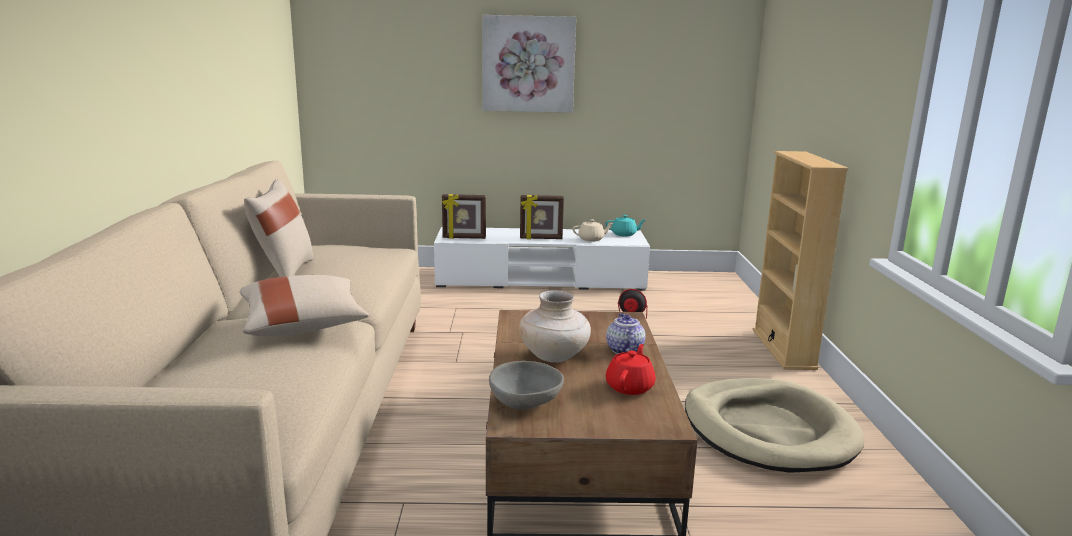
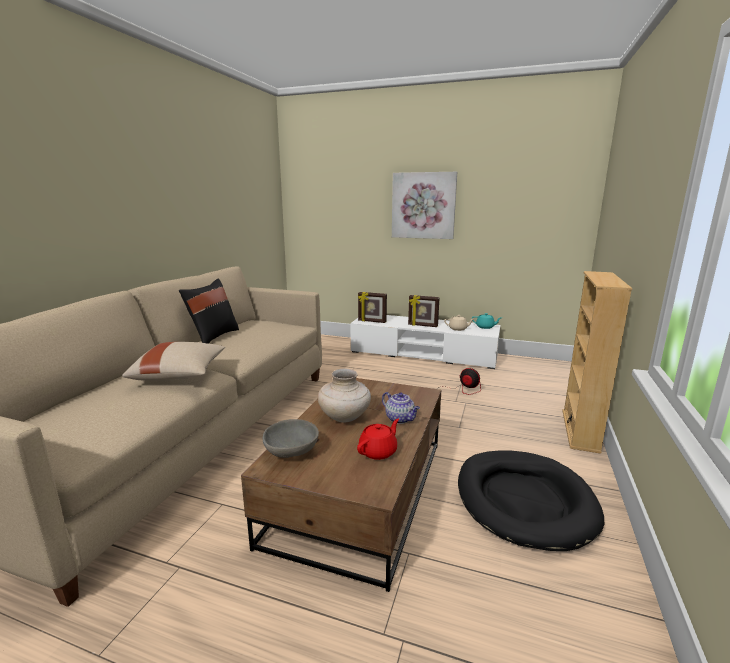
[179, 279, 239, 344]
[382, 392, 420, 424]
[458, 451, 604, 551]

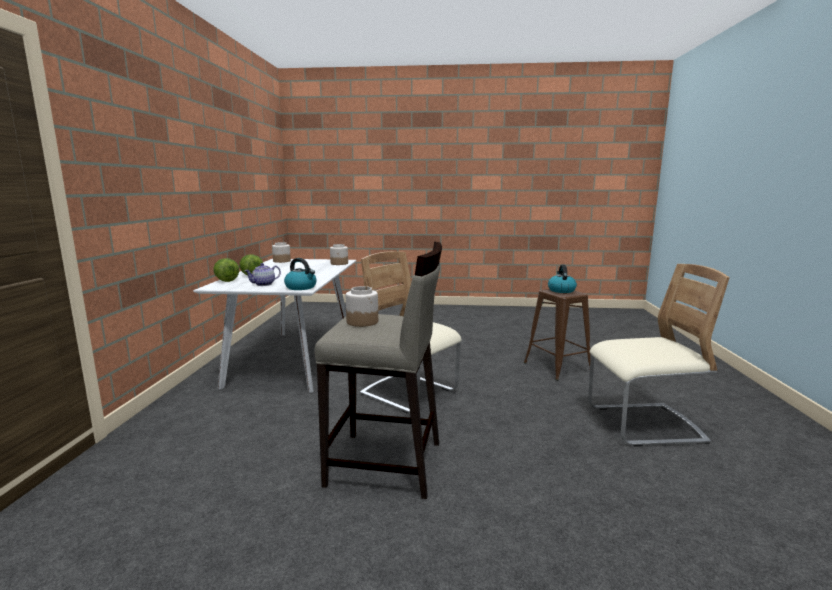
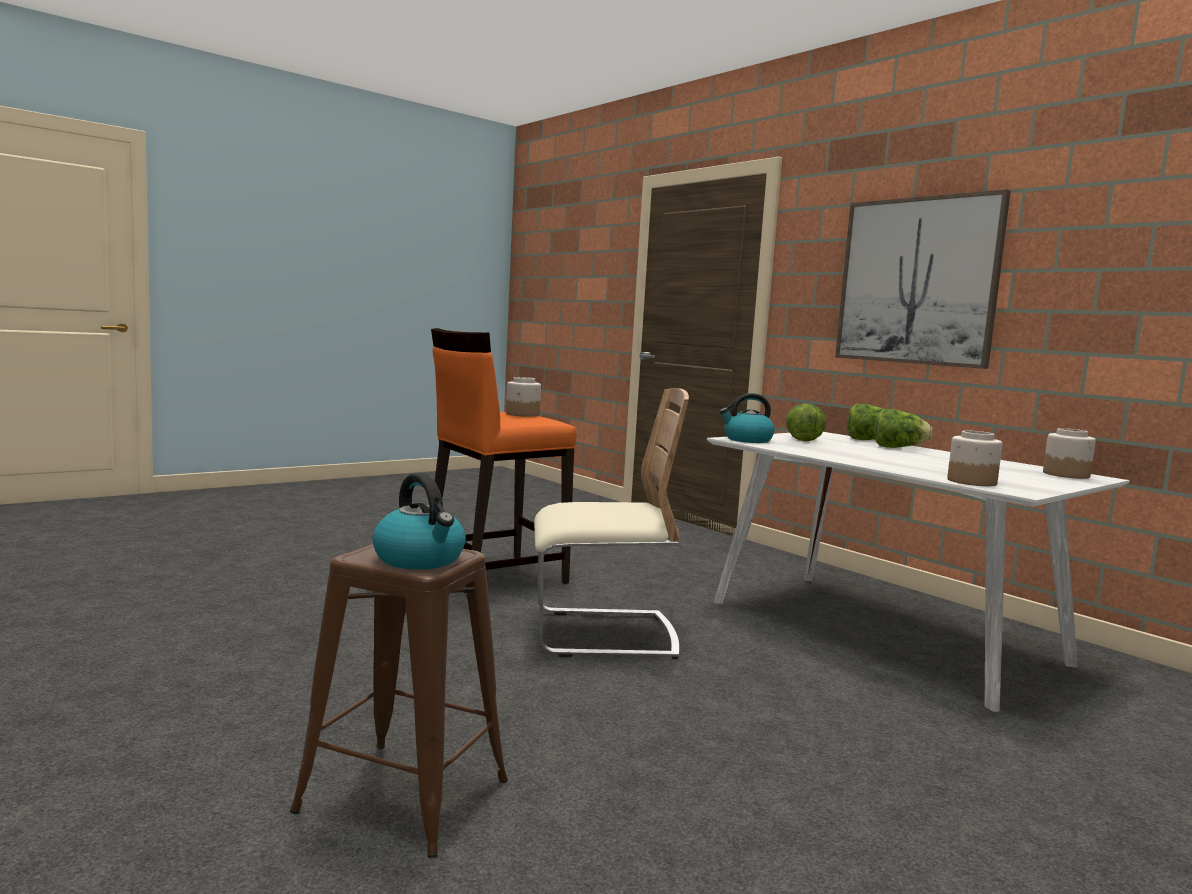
[431, 328, 577, 584]
[786, 403, 826, 442]
[588, 264, 730, 447] (first image)
[835, 189, 1011, 369]

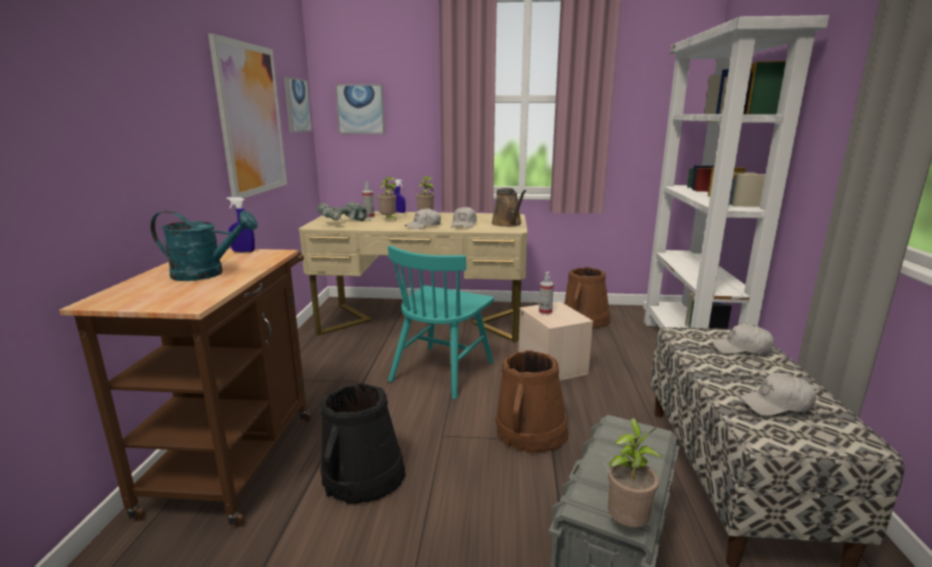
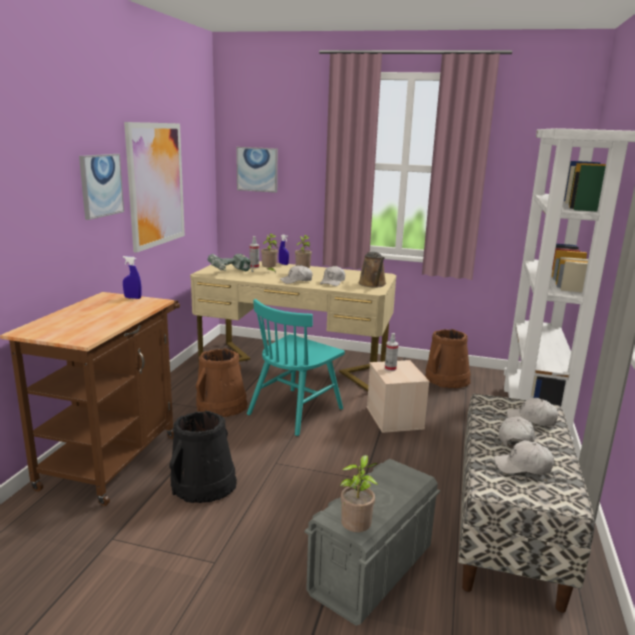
[79, 154, 124, 220]
[150, 211, 258, 281] (first image)
[196, 349, 247, 417]
[499, 417, 535, 448]

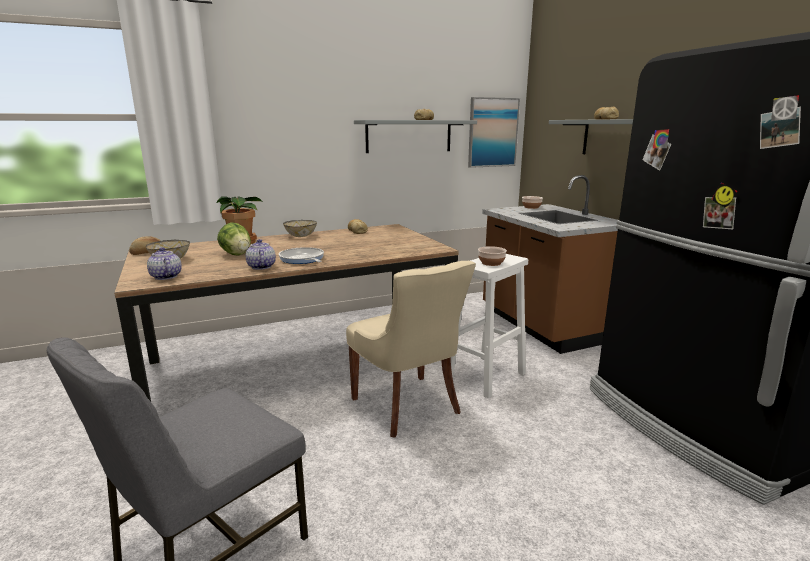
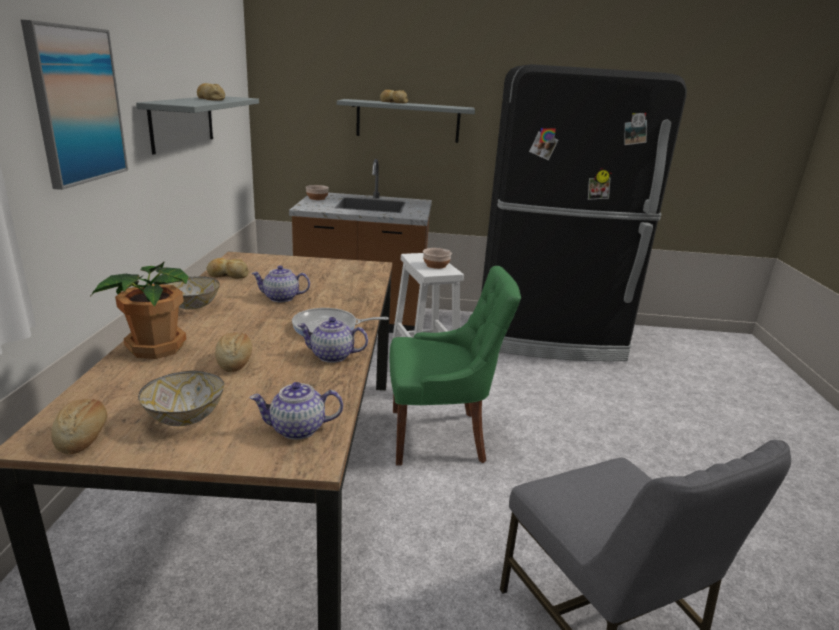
[21, 20, 128, 190]
[215, 332, 252, 372]
[389, 266, 521, 465]
[251, 265, 310, 302]

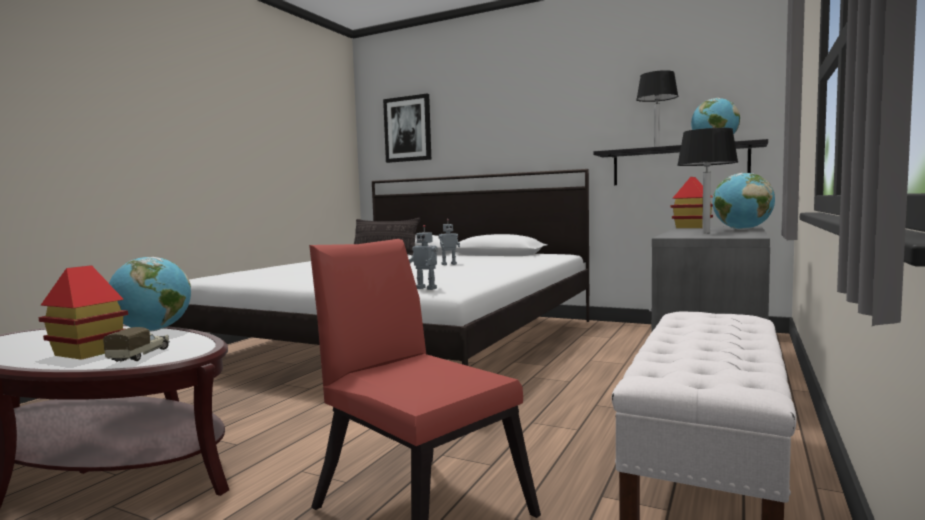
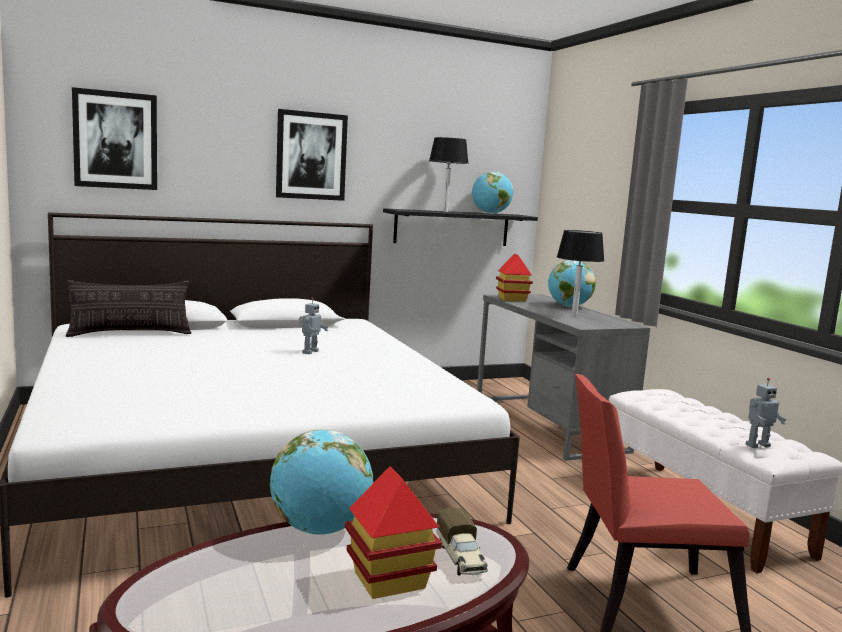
[746, 378, 787, 448]
[437, 508, 488, 576]
[276, 109, 348, 201]

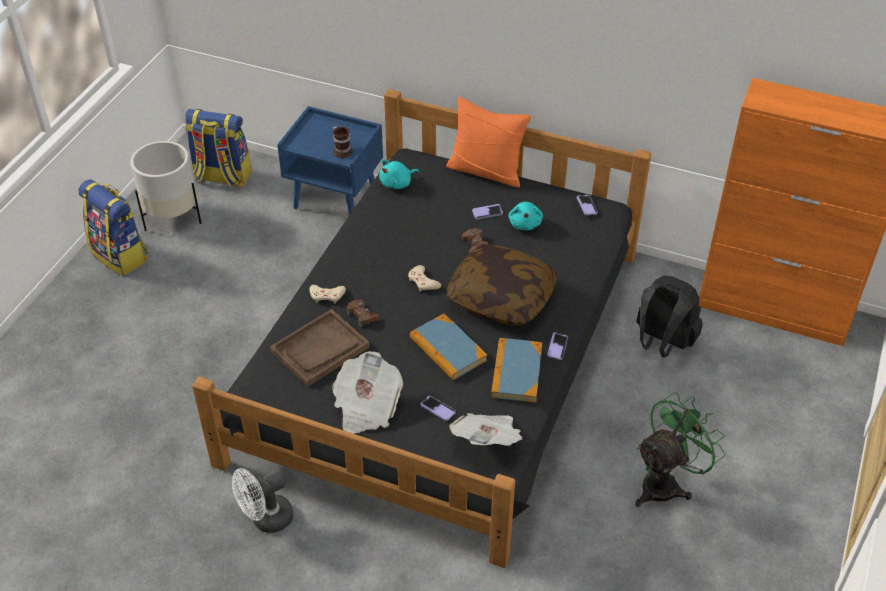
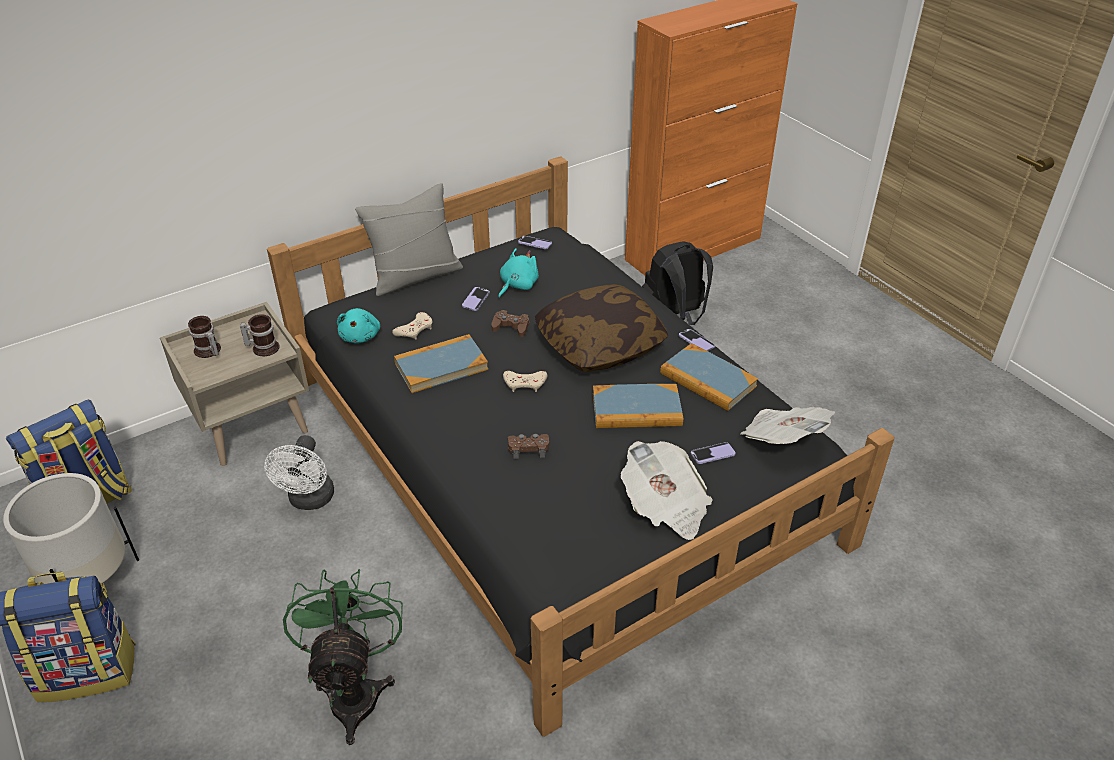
[355, 183, 463, 296]
[160, 302, 309, 466]
[498, 248, 539, 298]
[392, 312, 433, 339]
[270, 309, 370, 387] (first image)
[283, 569, 403, 745]
[264, 435, 334, 510]
[188, 316, 221, 358]
[394, 334, 488, 393]

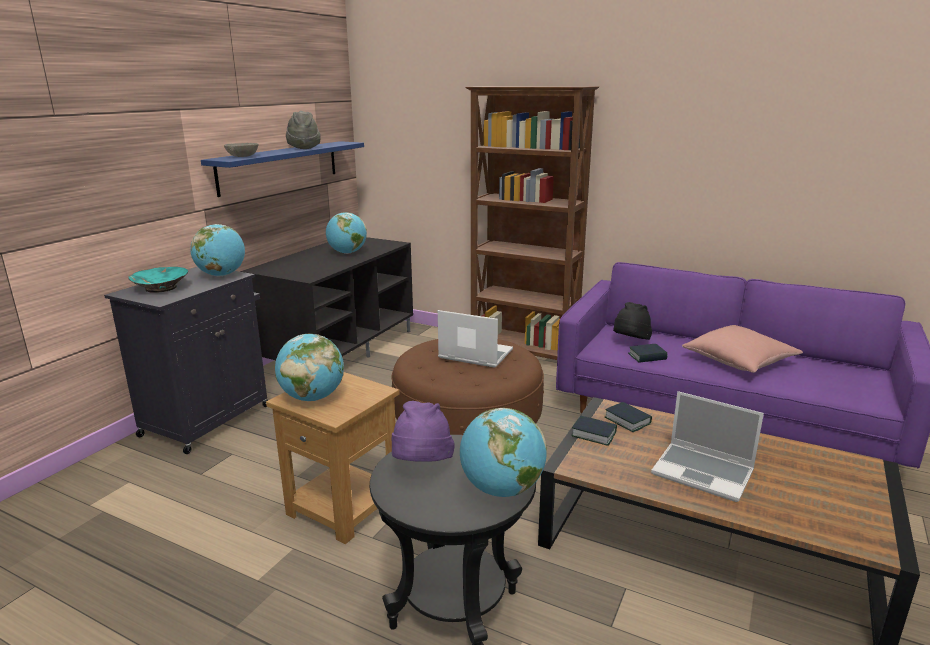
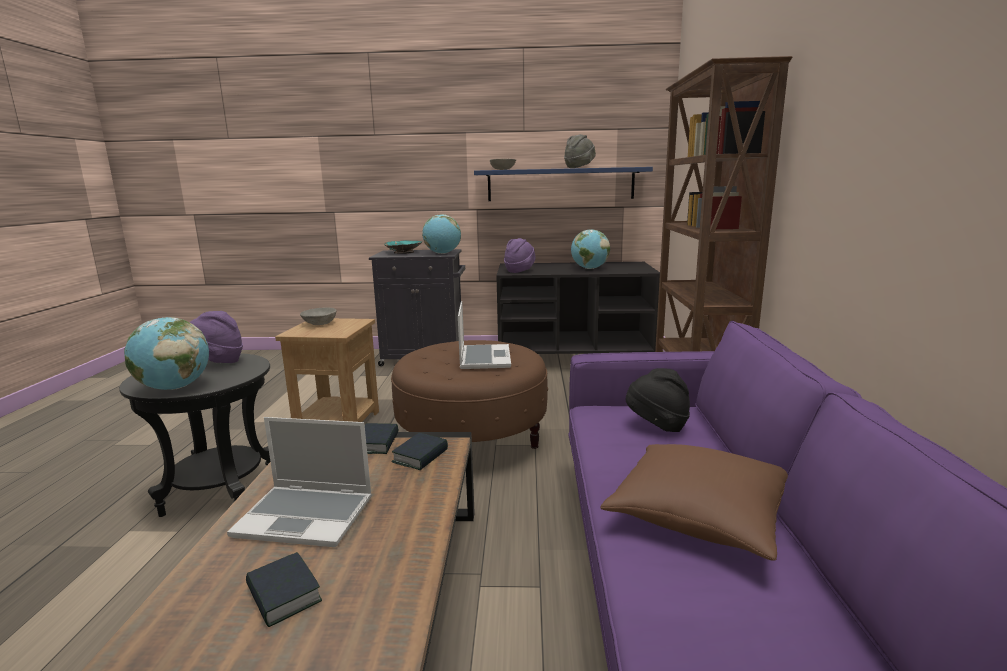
[600, 444, 788, 561]
[300, 307, 337, 325]
[246, 552, 322, 627]
[227, 417, 372, 547]
[504, 238, 535, 273]

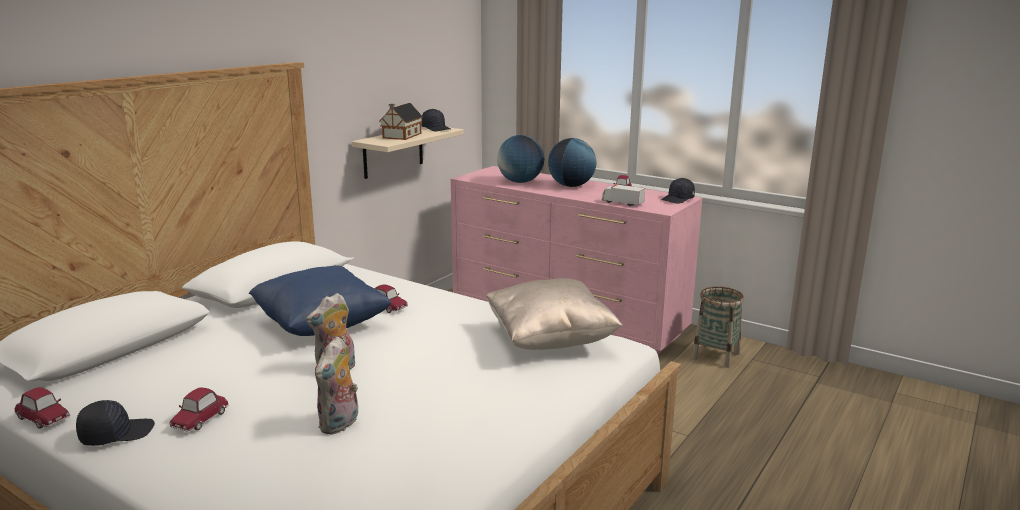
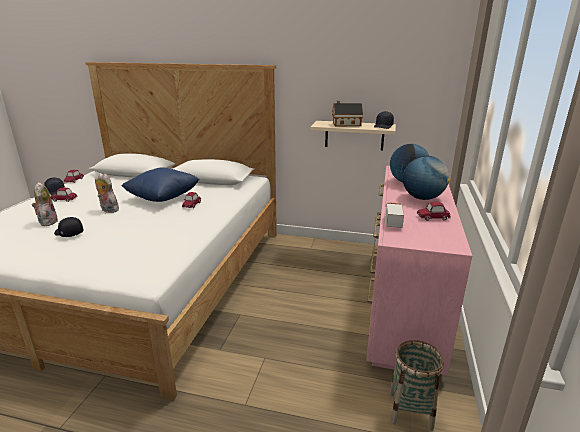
[54, 217, 83, 237]
[485, 278, 623, 350] (first image)
[32, 182, 58, 226]

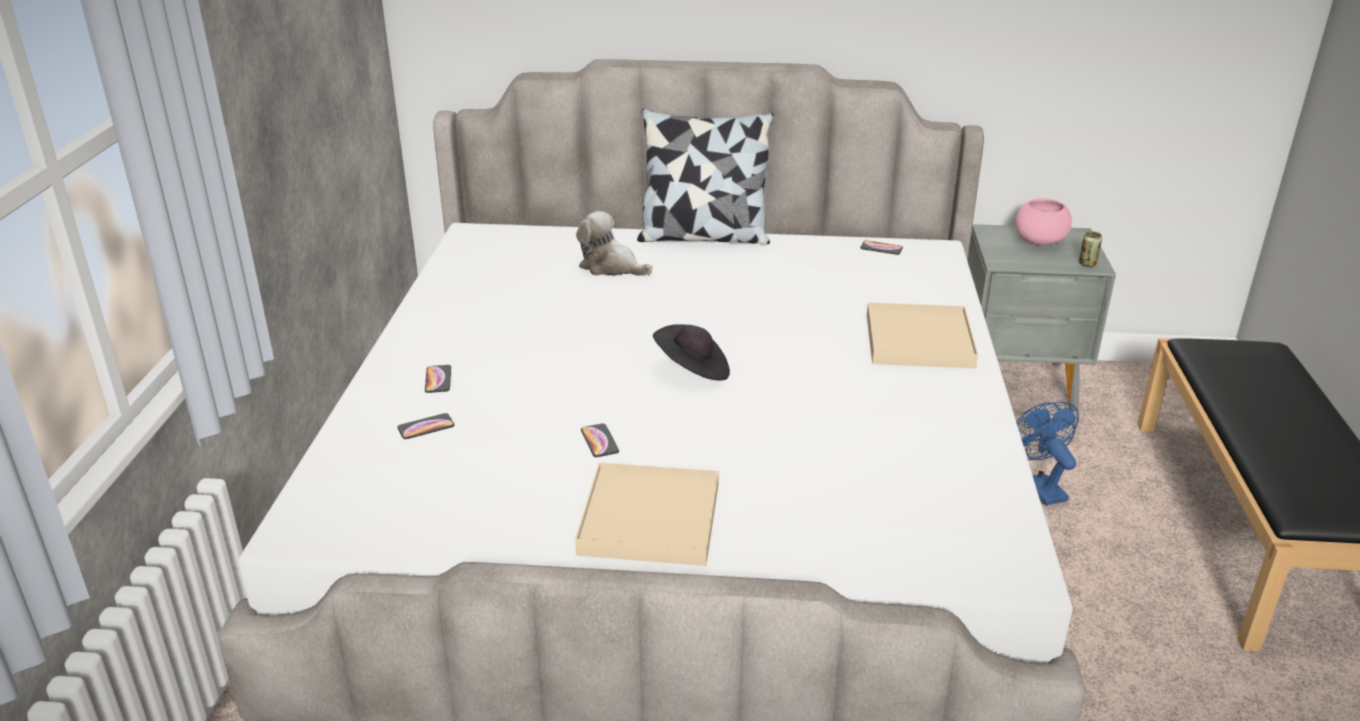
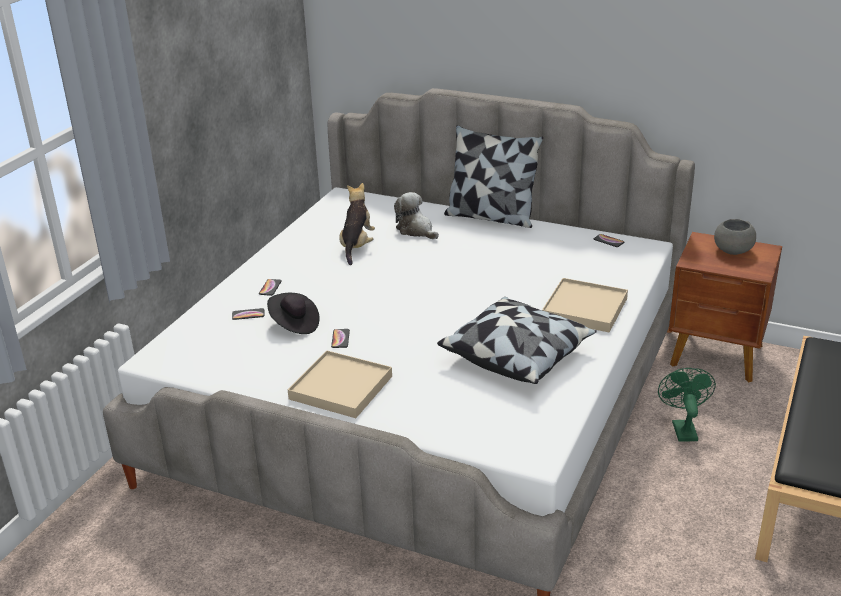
[714, 219, 756, 255]
[669, 232, 782, 382]
[1079, 231, 1102, 267] (first image)
[267, 293, 320, 334]
[658, 368, 716, 442]
[339, 183, 375, 265]
[437, 297, 597, 384]

